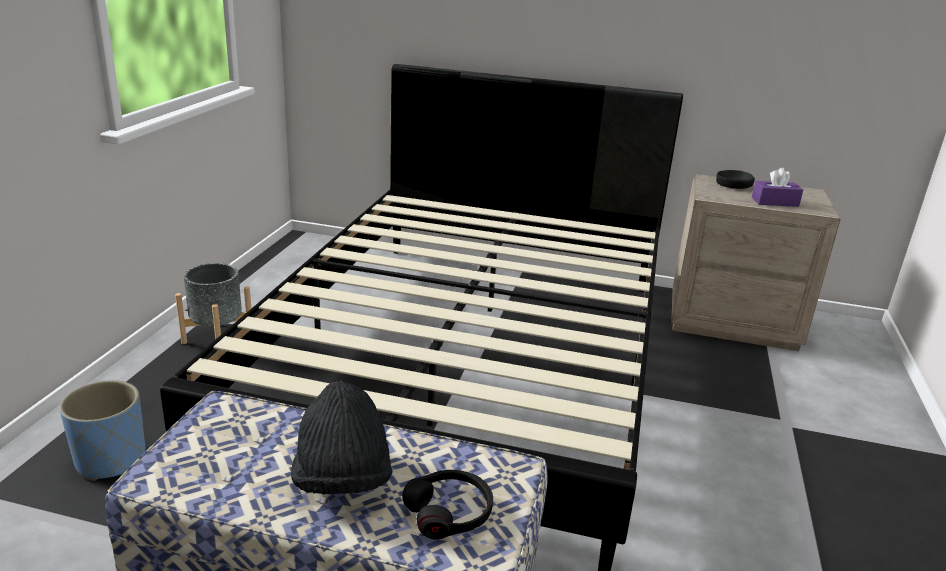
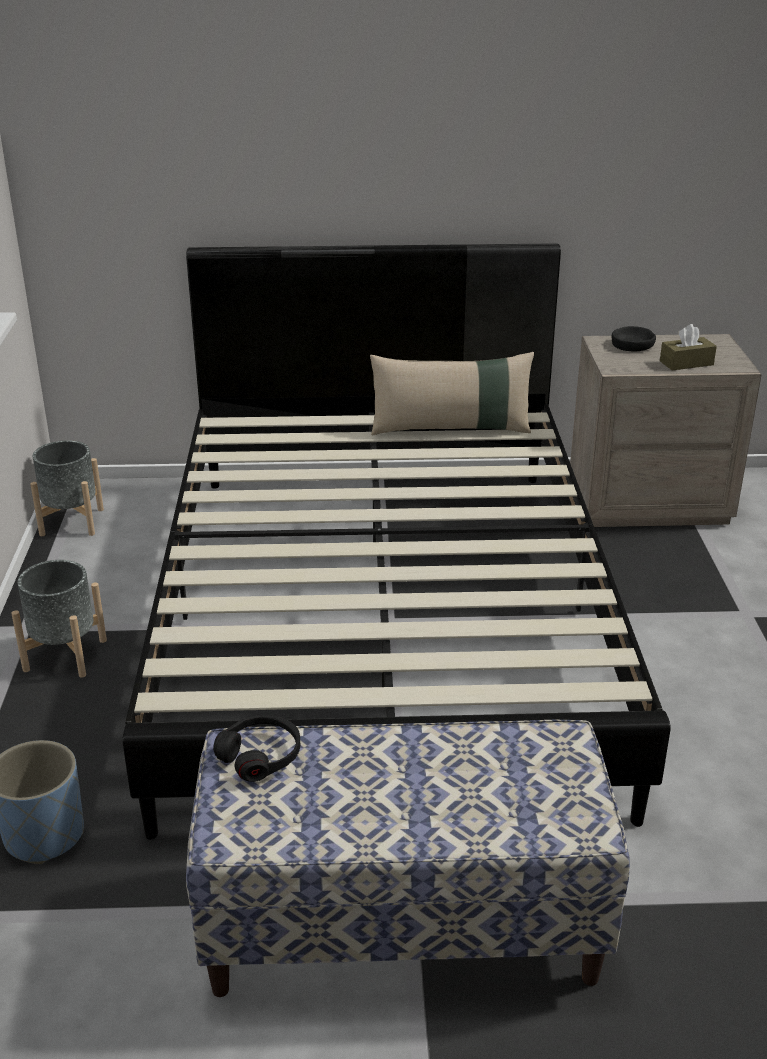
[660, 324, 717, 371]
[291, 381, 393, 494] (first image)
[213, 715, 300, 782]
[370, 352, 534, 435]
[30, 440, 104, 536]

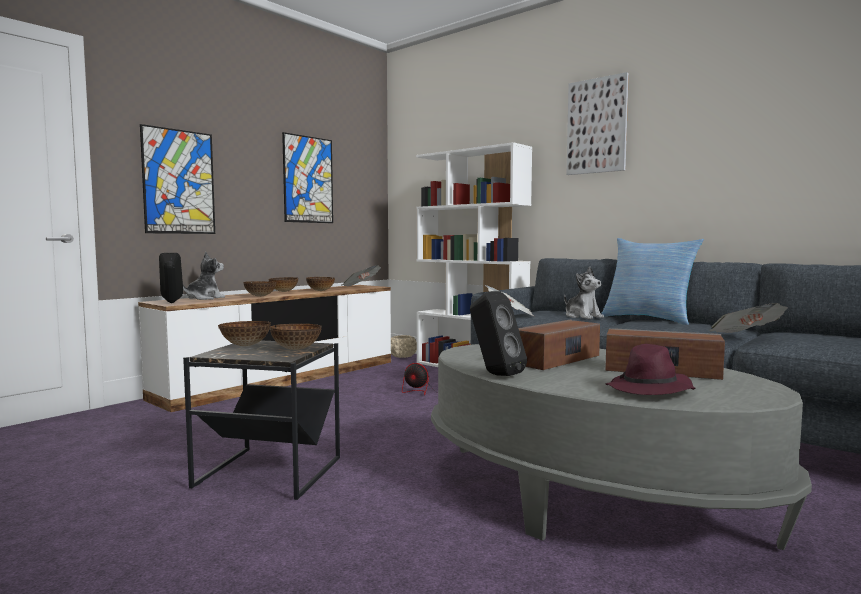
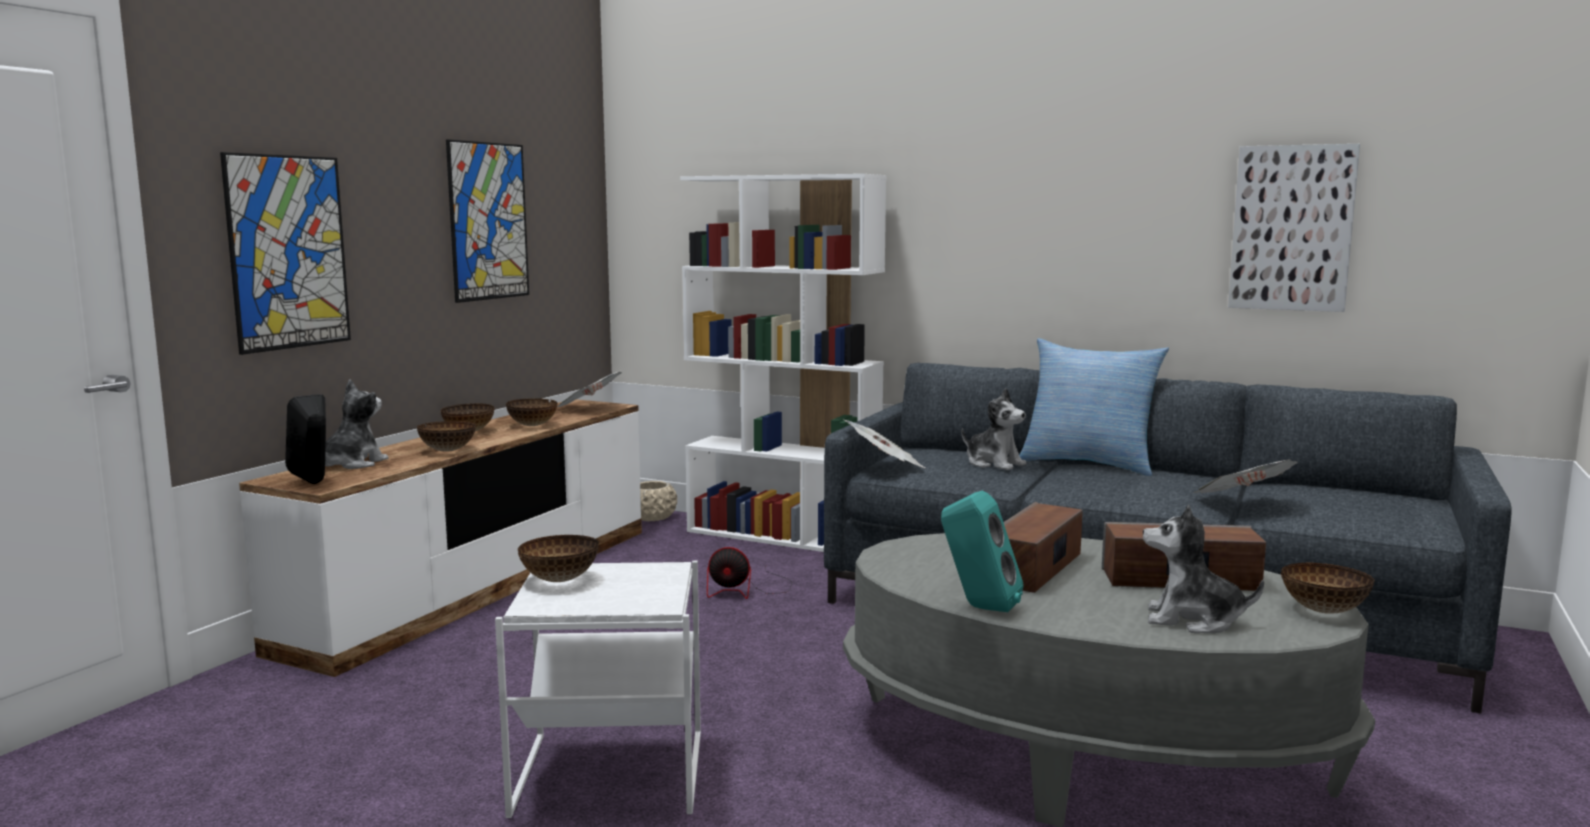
[1228, 144, 1360, 312]
[941, 490, 1023, 612]
[1281, 562, 1374, 614]
[495, 561, 701, 818]
[1143, 505, 1264, 633]

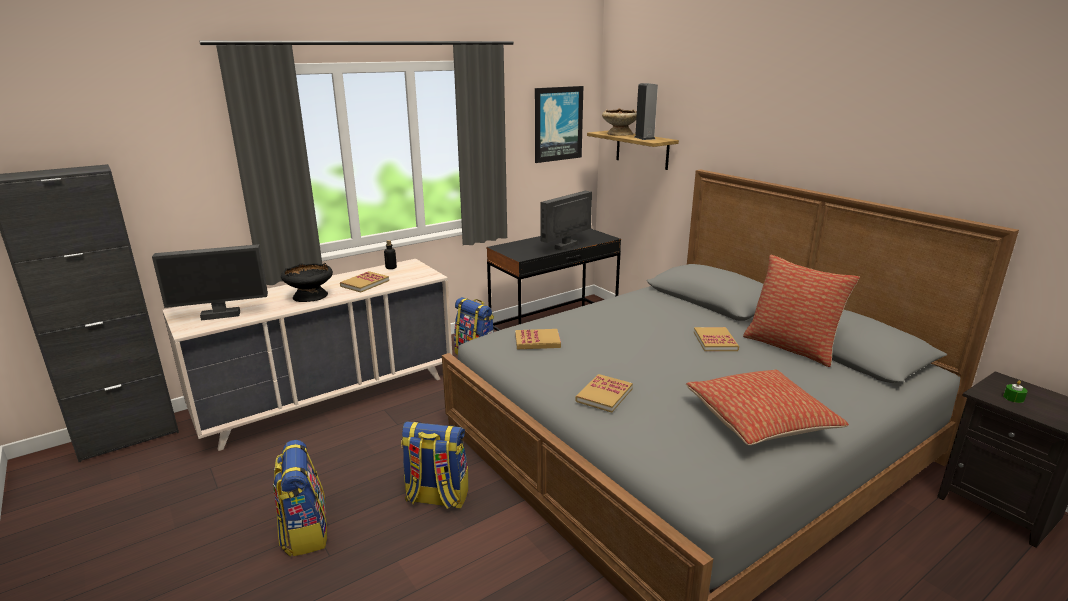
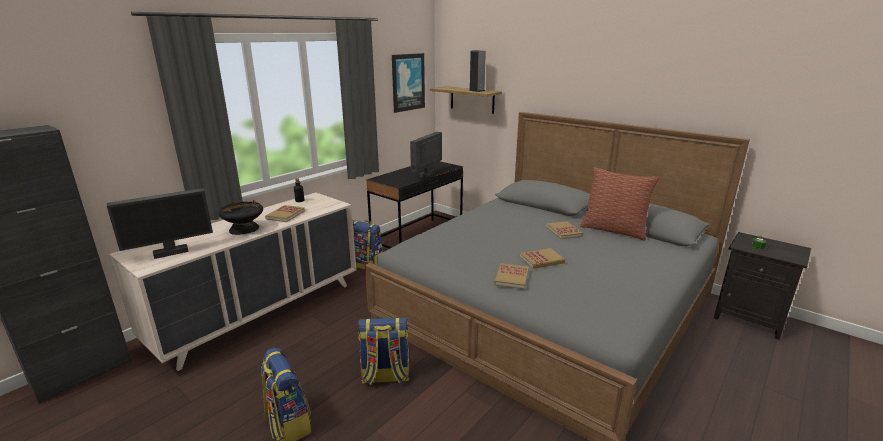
[602, 108, 637, 136] (first image)
[520, 248, 565, 269]
[686, 369, 849, 445] (first image)

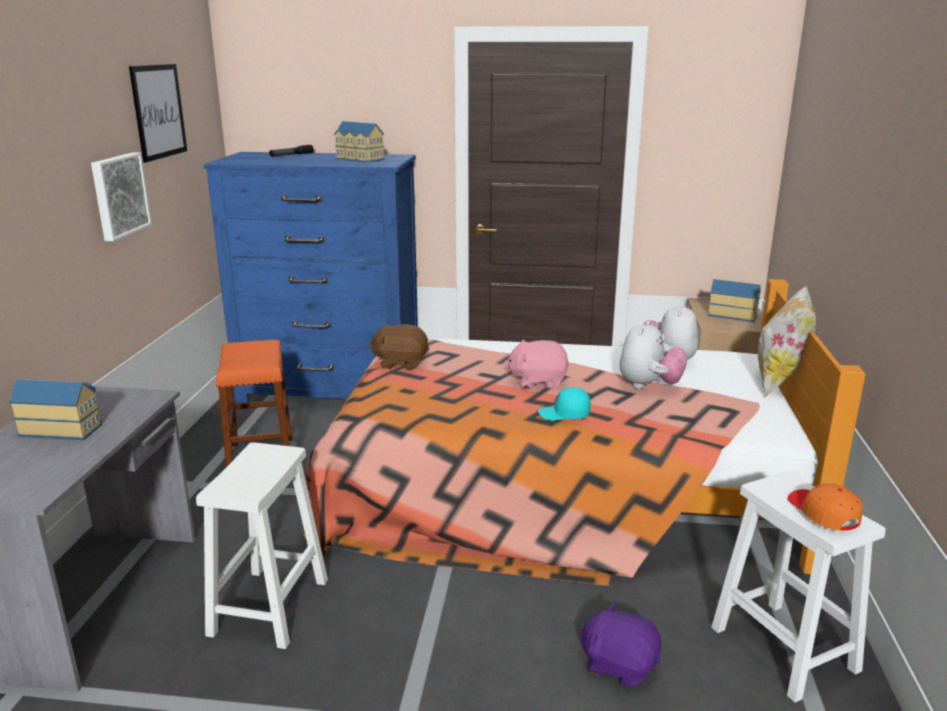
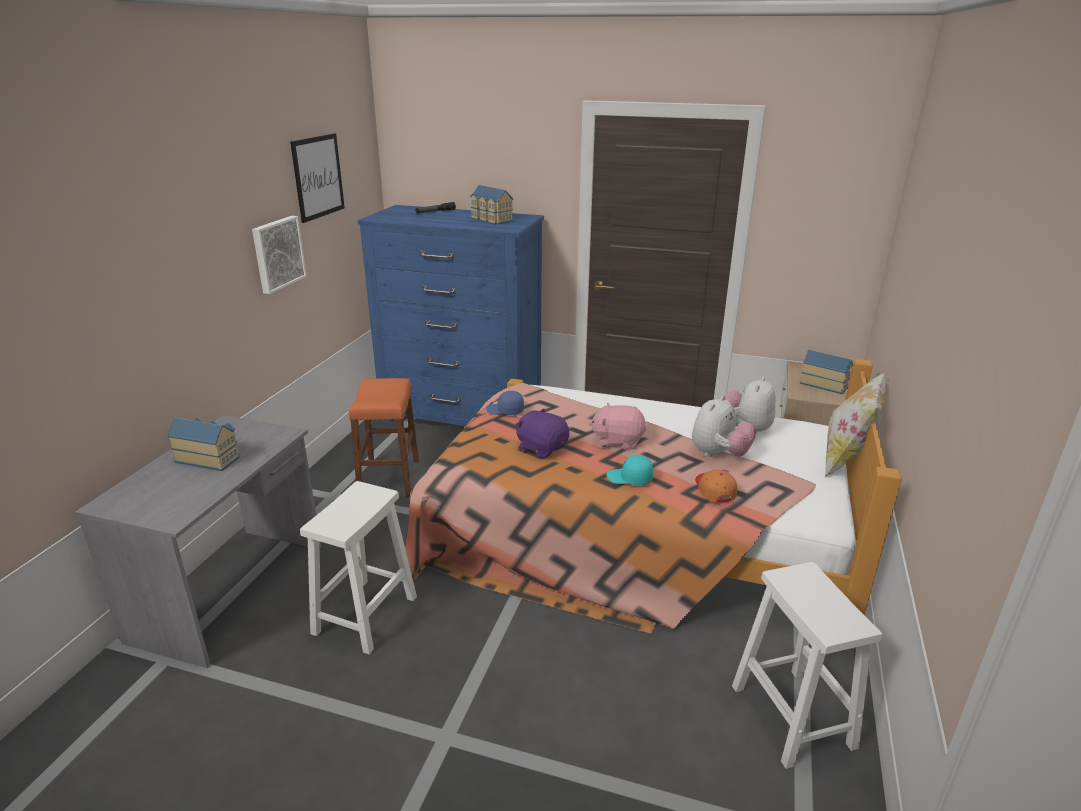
[486, 391, 524, 415]
[695, 469, 737, 502]
[516, 408, 570, 459]

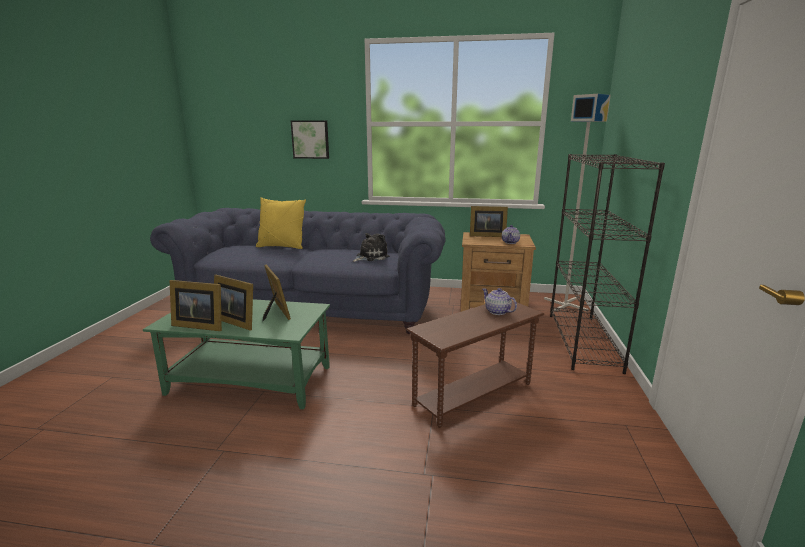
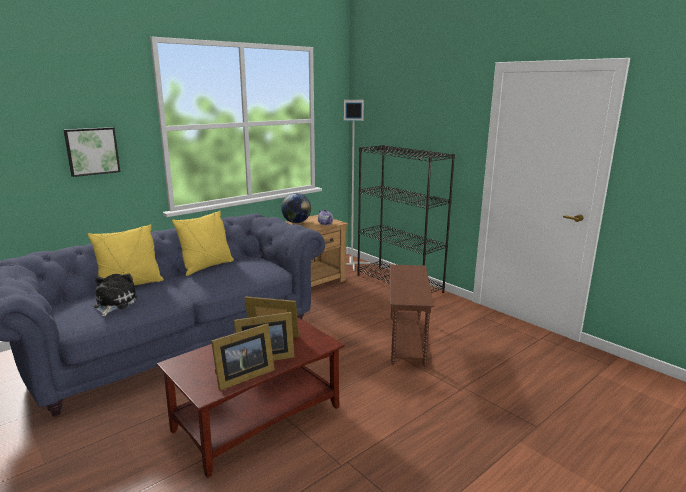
[281, 193, 311, 223]
[94, 274, 138, 316]
[482, 288, 517, 315] (first image)
[157, 317, 344, 478]
[172, 211, 234, 276]

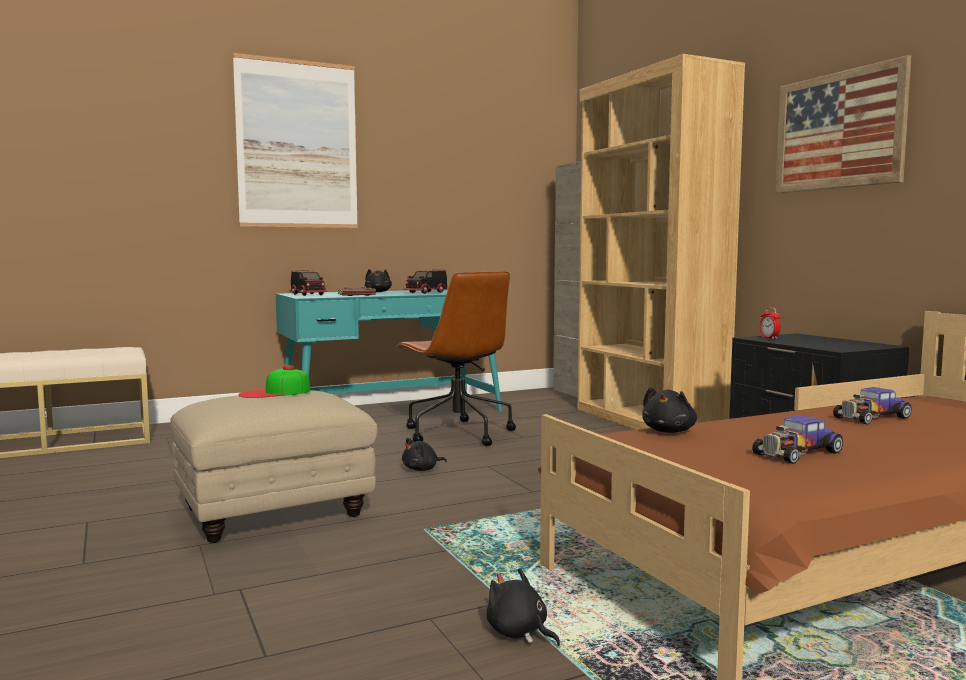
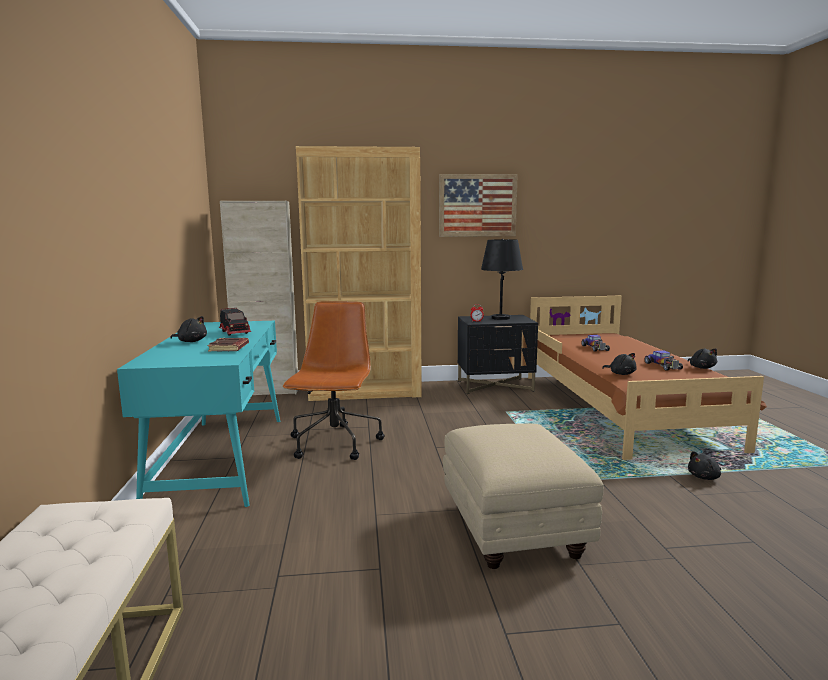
[233, 53, 358, 228] (first image)
[289, 270, 328, 296] (first image)
[283, 301, 385, 460]
[238, 365, 310, 398] (first image)
[688, 349, 717, 369]
[481, 239, 523, 320]

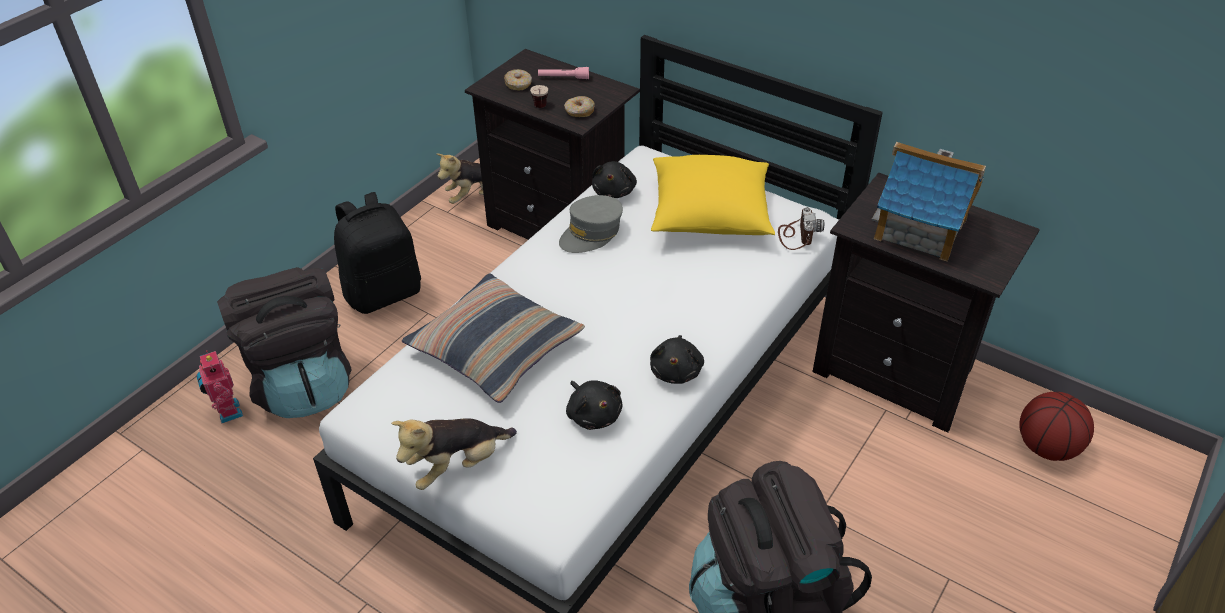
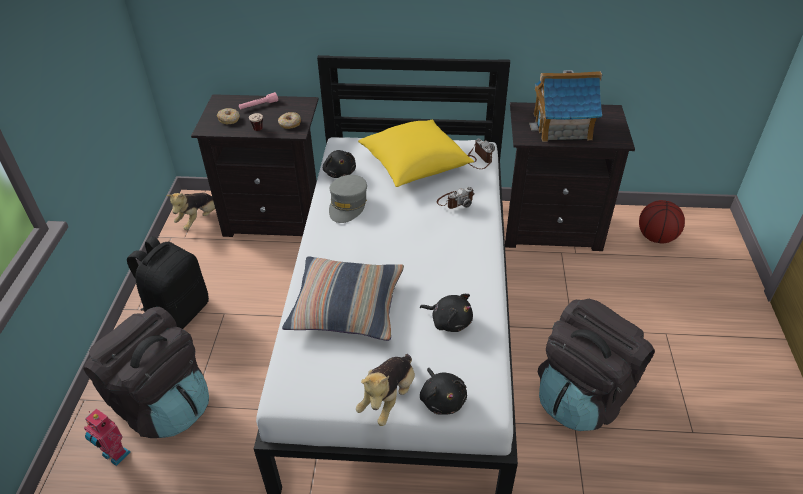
[420, 368, 467, 415]
[437, 186, 475, 209]

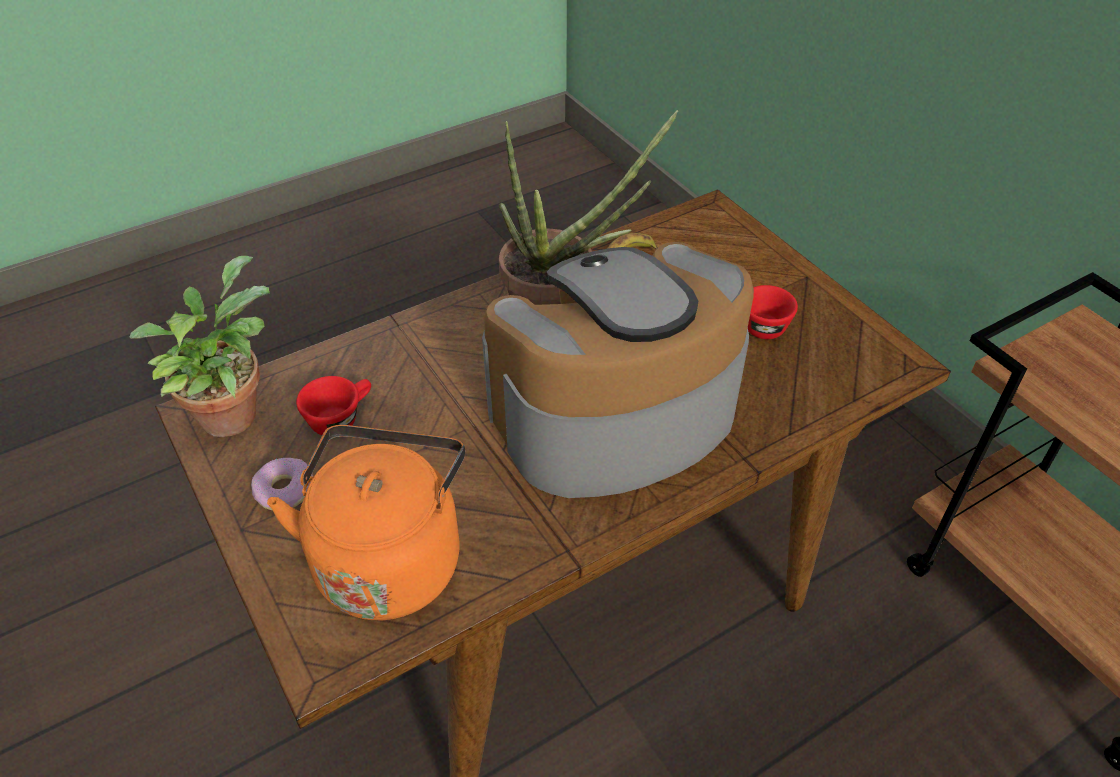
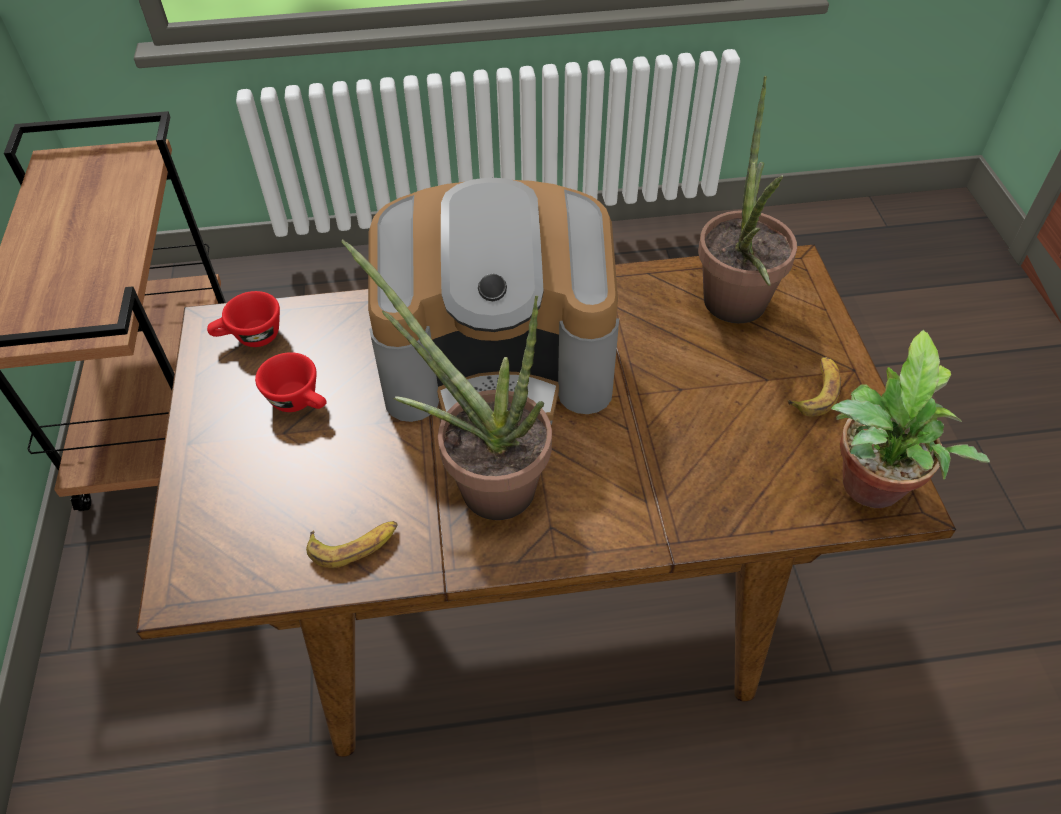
[207, 291, 280, 347]
[698, 76, 797, 323]
[787, 357, 841, 416]

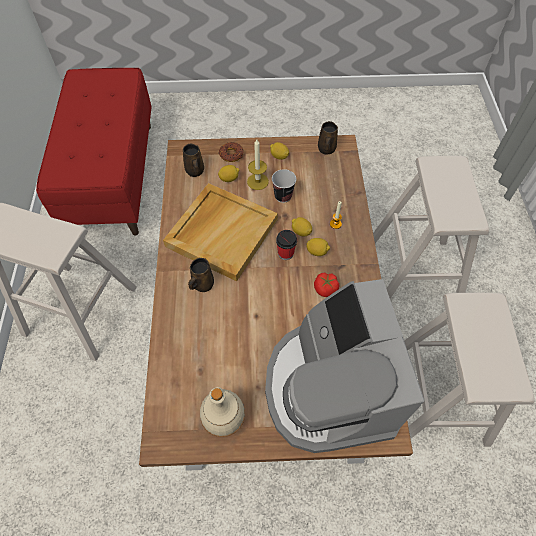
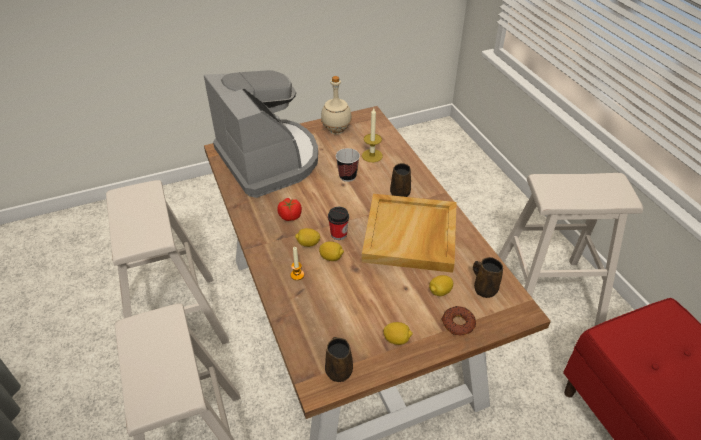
[362, 108, 383, 162]
[336, 148, 360, 182]

